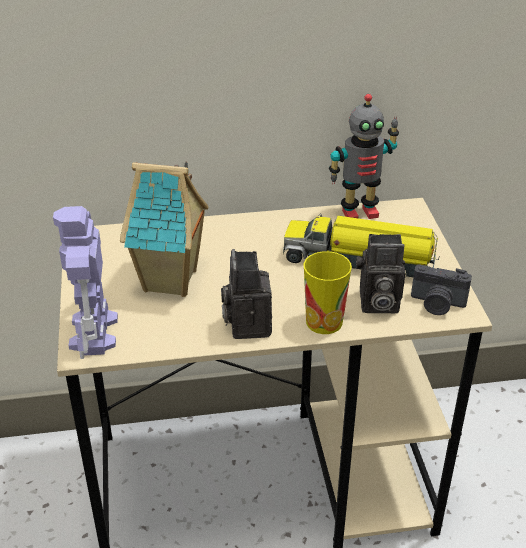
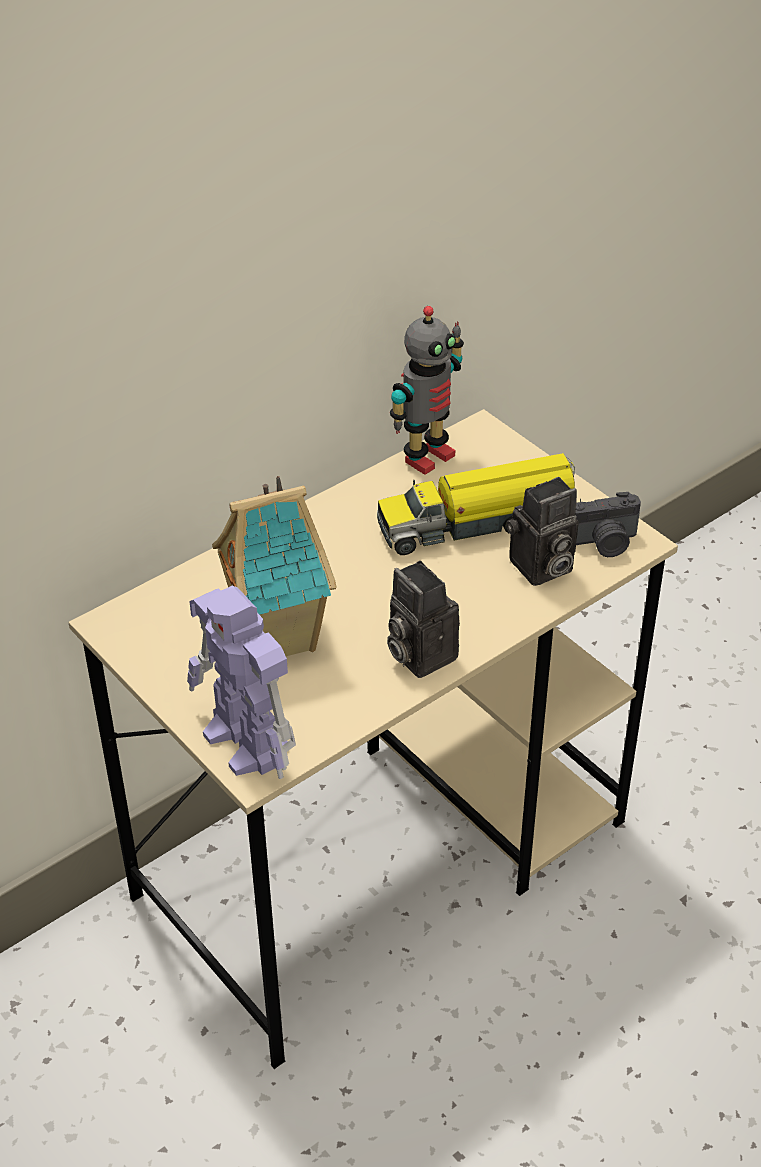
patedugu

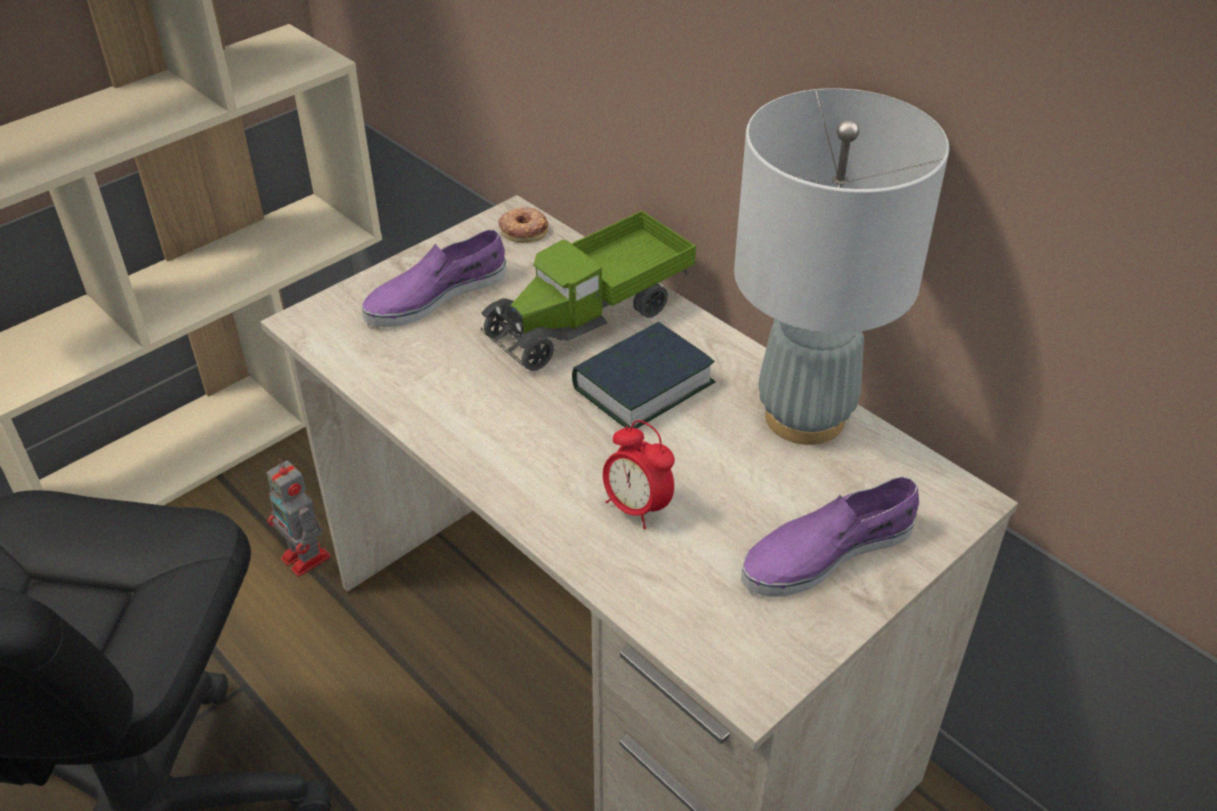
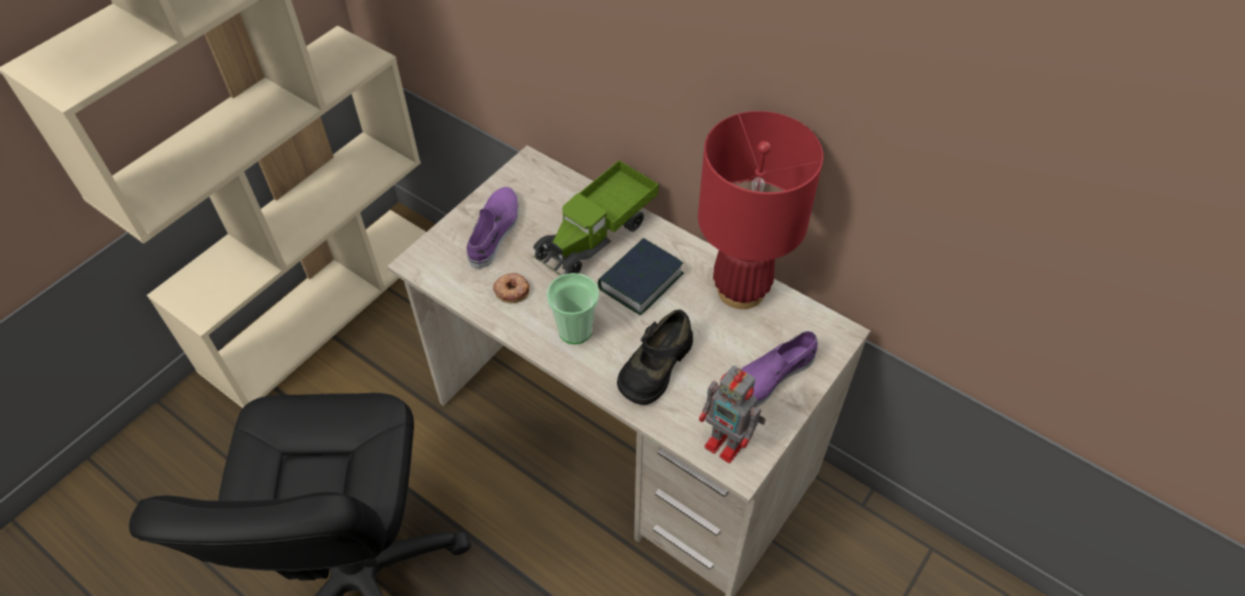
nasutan; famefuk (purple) (no. 1 from left); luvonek; famefuk (black); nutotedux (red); patedugu

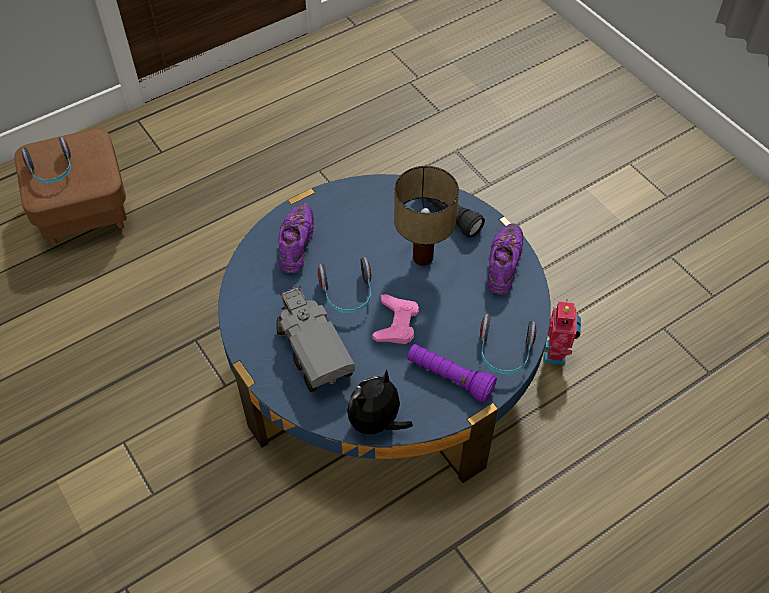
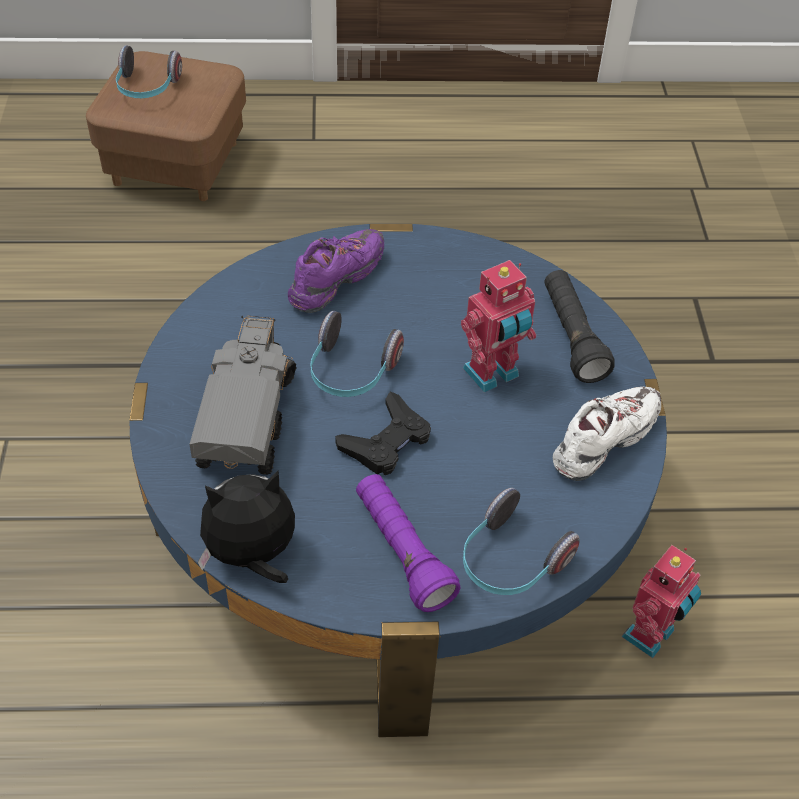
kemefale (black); nasutan (no. 1 from left); famefuk (white)

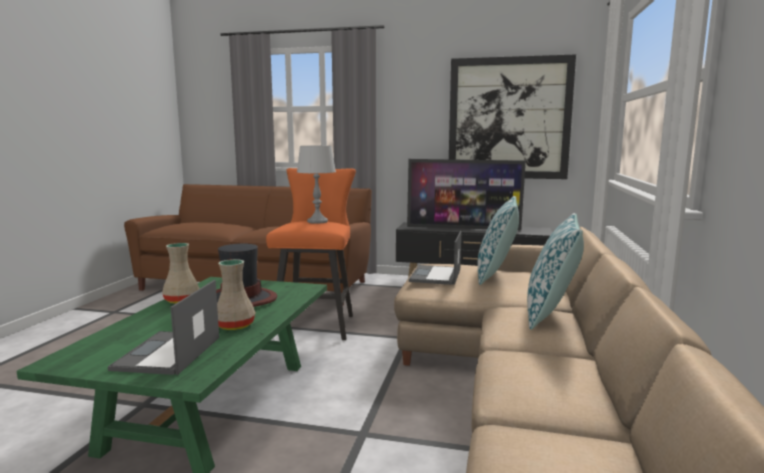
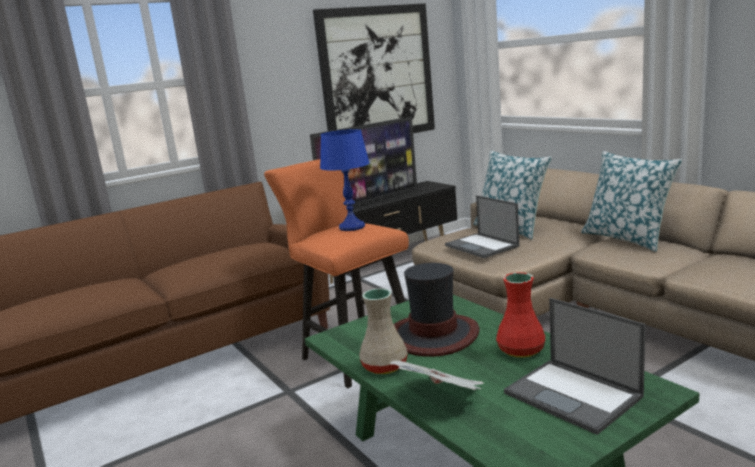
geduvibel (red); nutotedux (blue); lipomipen

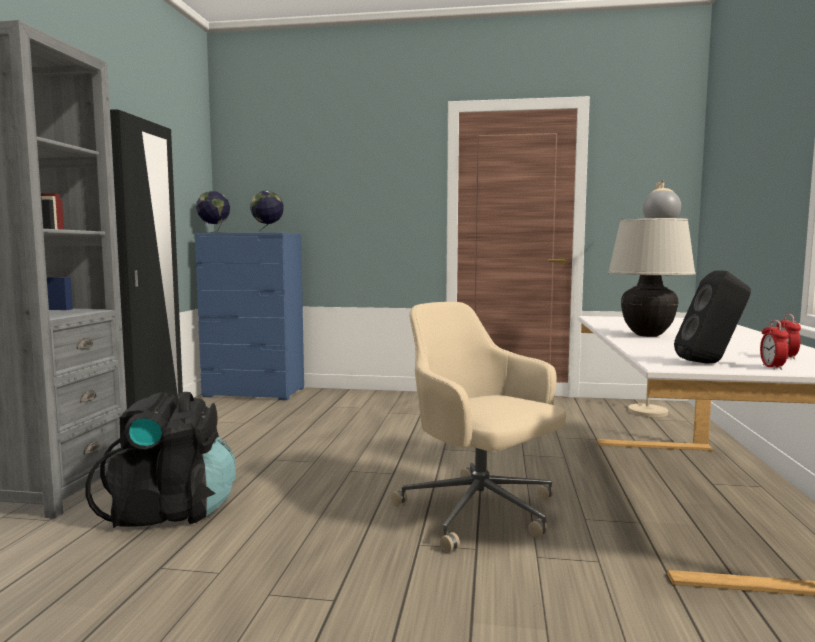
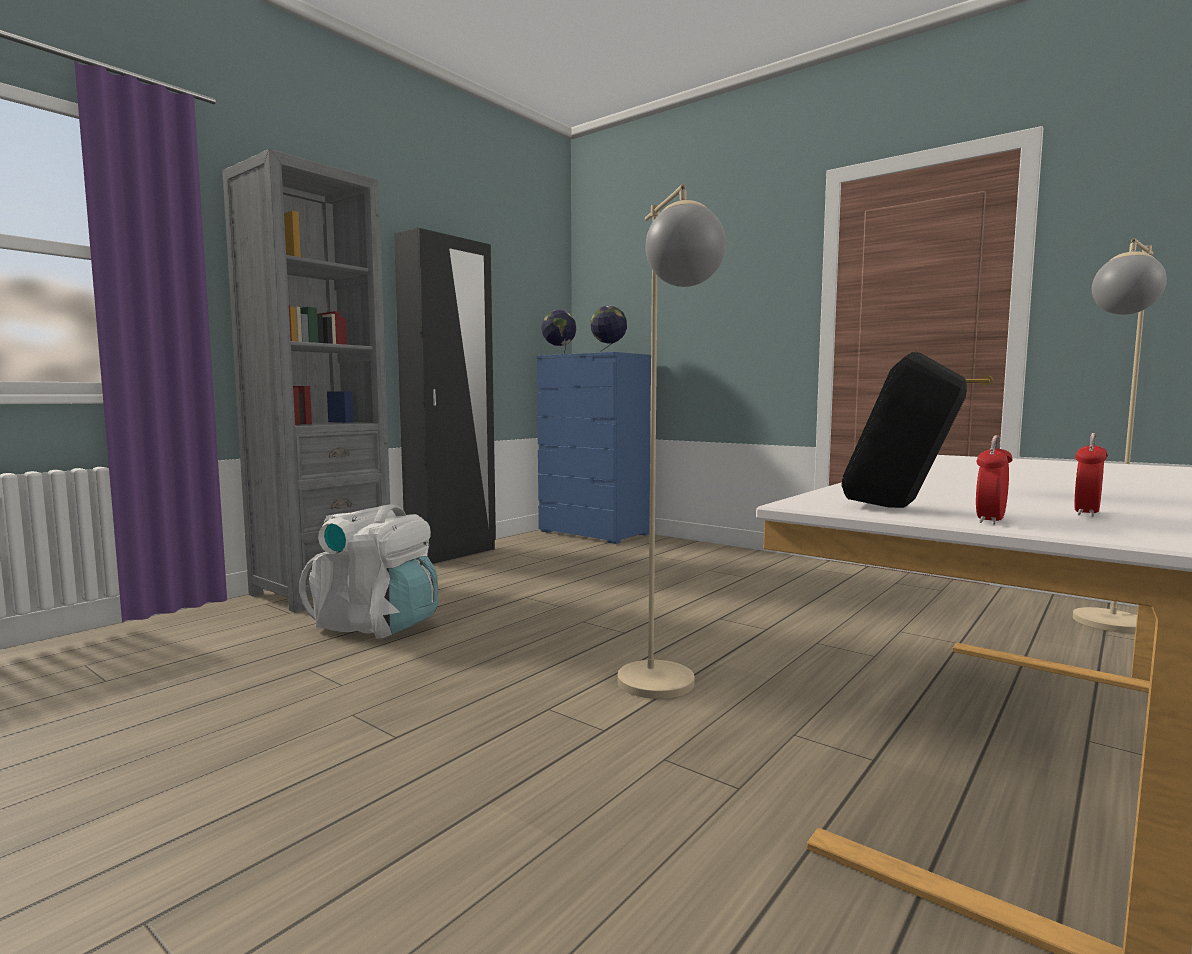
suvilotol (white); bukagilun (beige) (no. 1 from left); nutotedux (beige)

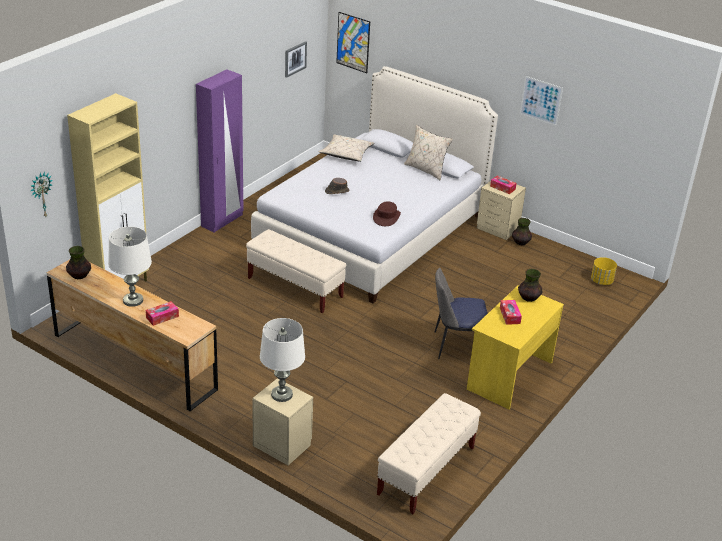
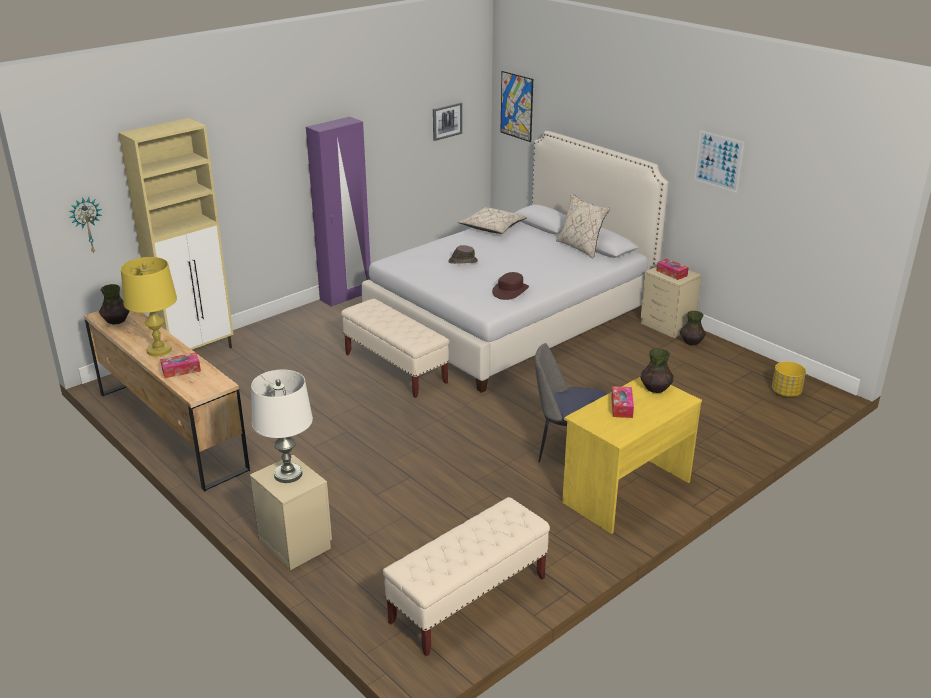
nutotedux (yellow)

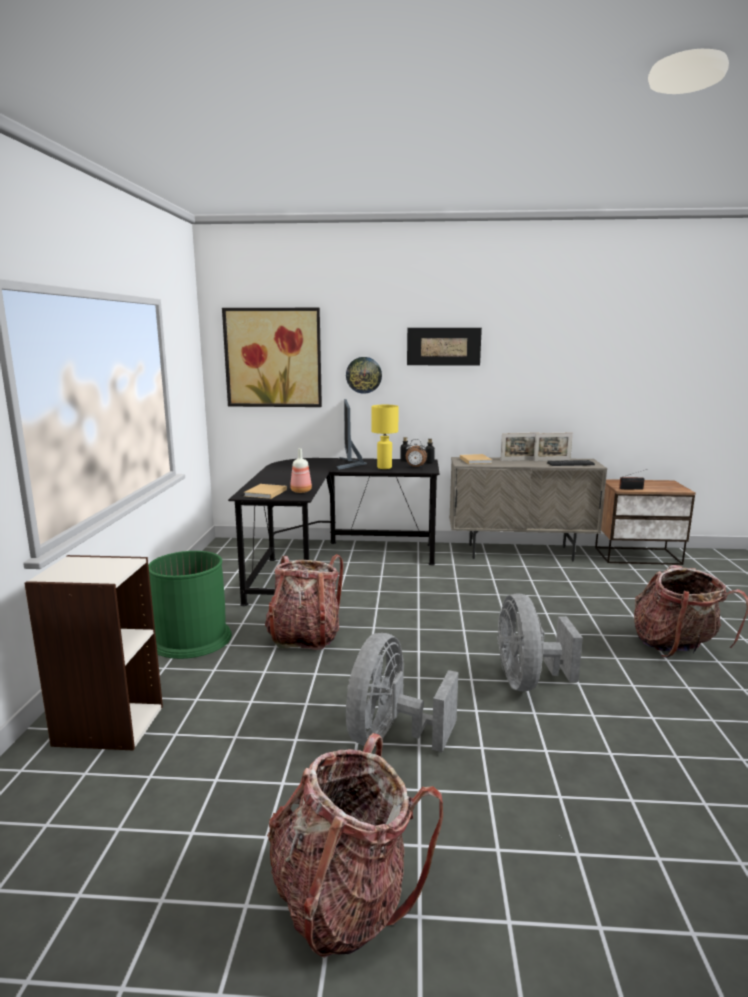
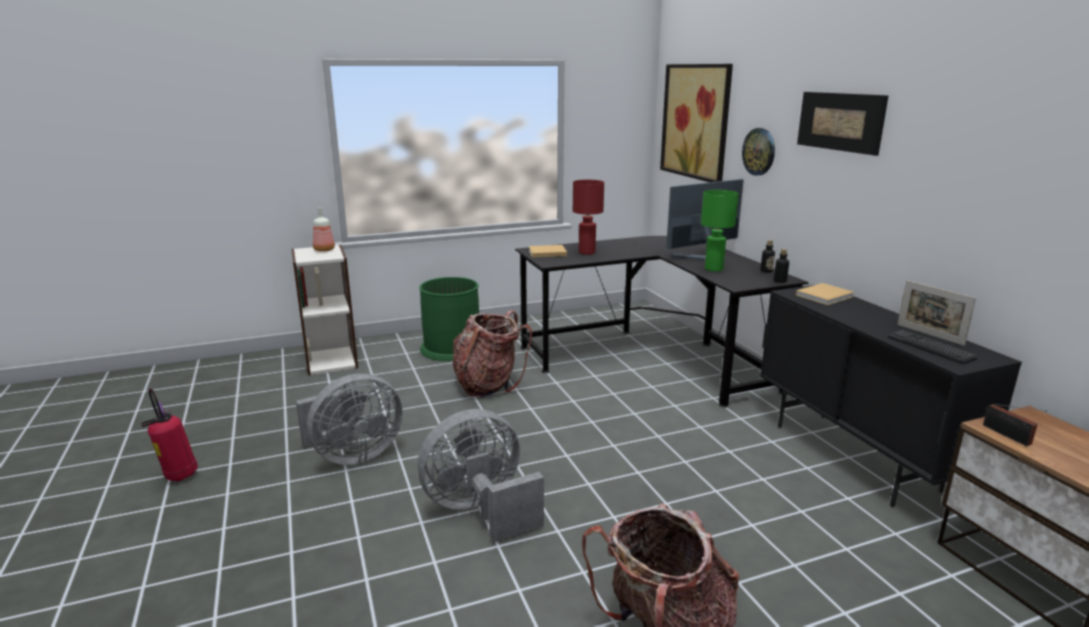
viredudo; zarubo (no. 1 from left); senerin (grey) (no. 1 from left); nutotedux (green); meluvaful; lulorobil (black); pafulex (no. 1 from left in the first image); nutotedux (red)

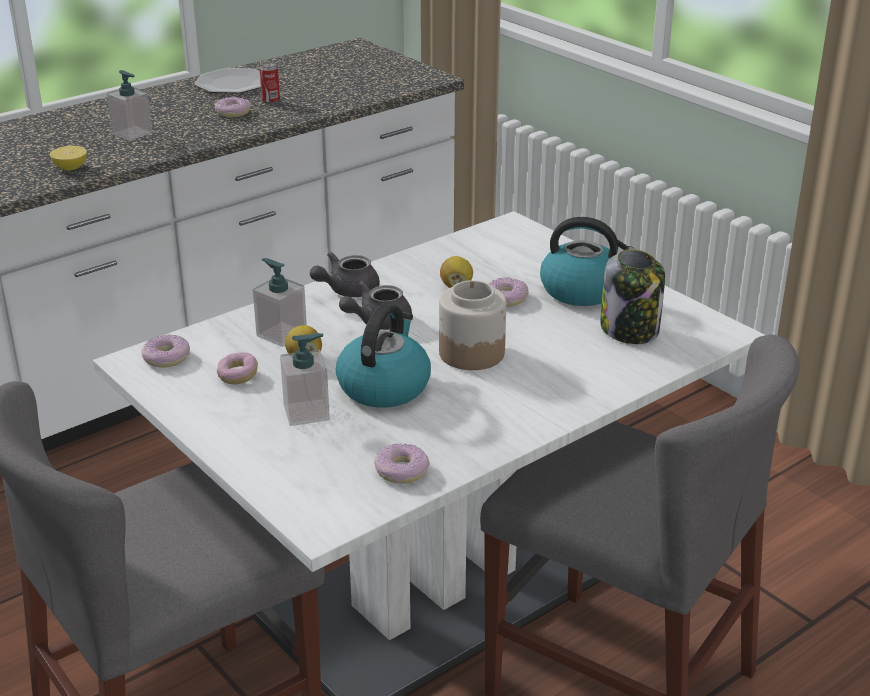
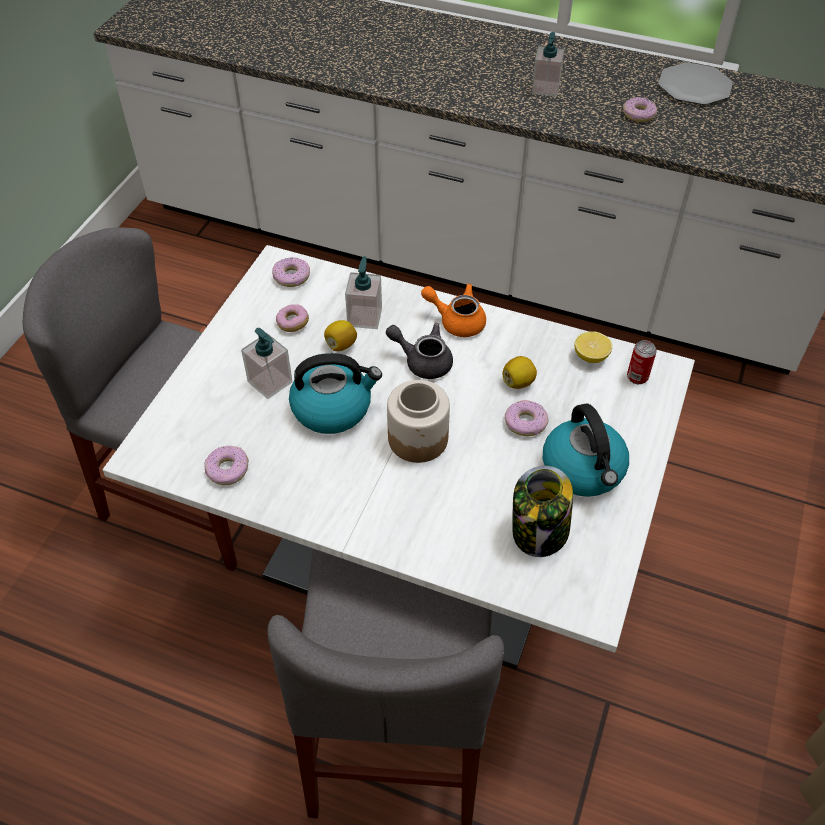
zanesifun (no. 3 from left); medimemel; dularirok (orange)

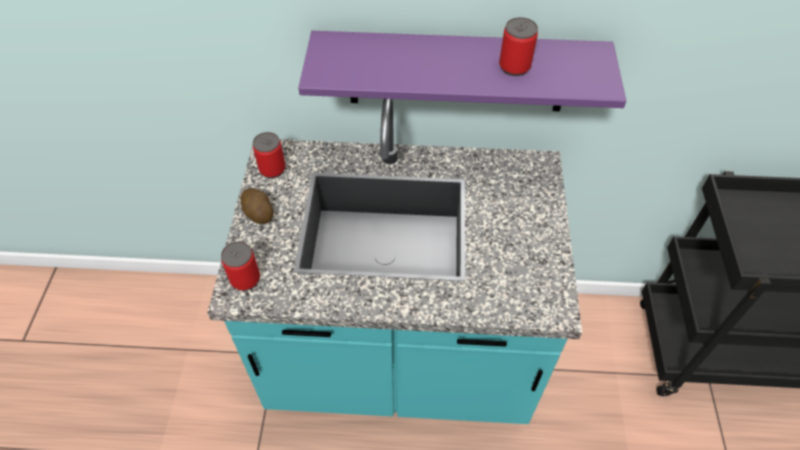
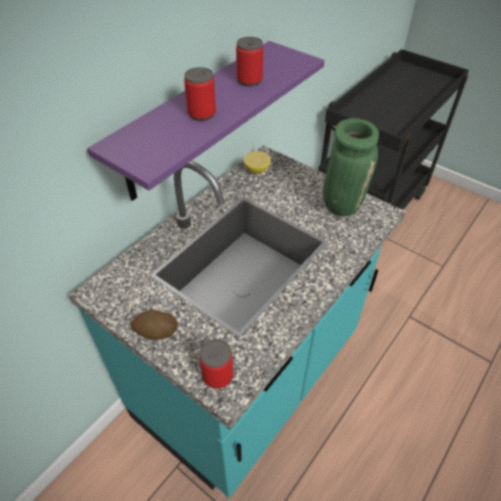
medimemel (no. 1 from left); zanesifun; geduvibel (green)

